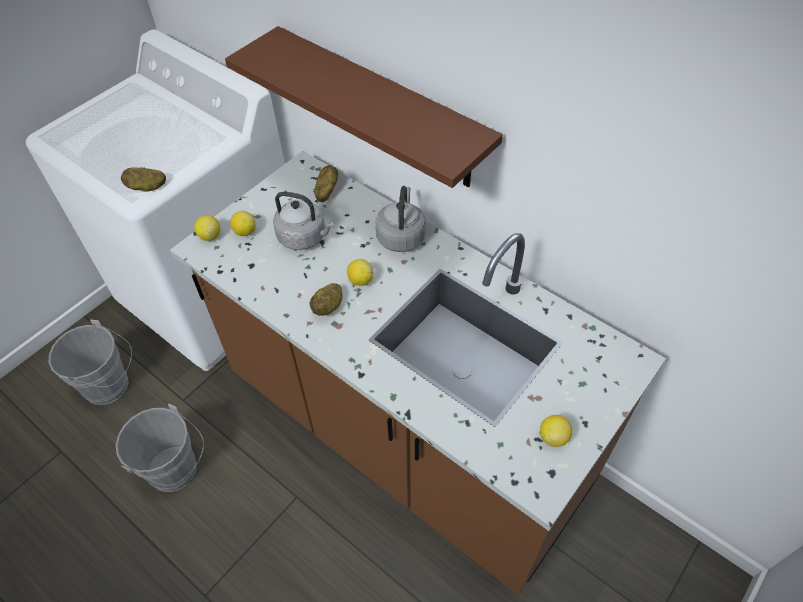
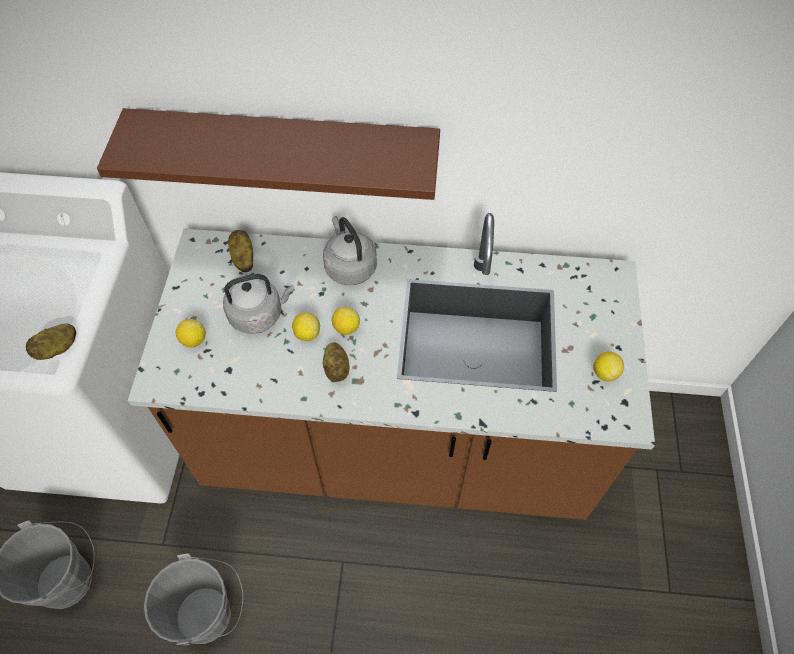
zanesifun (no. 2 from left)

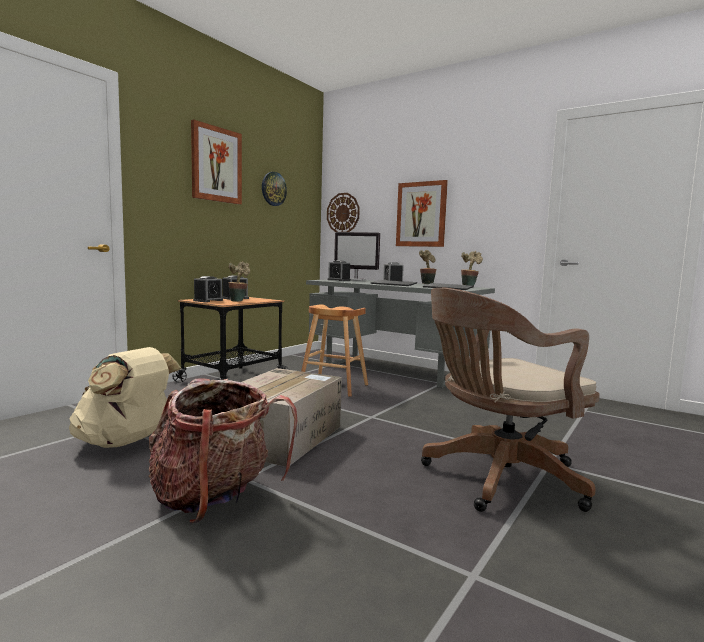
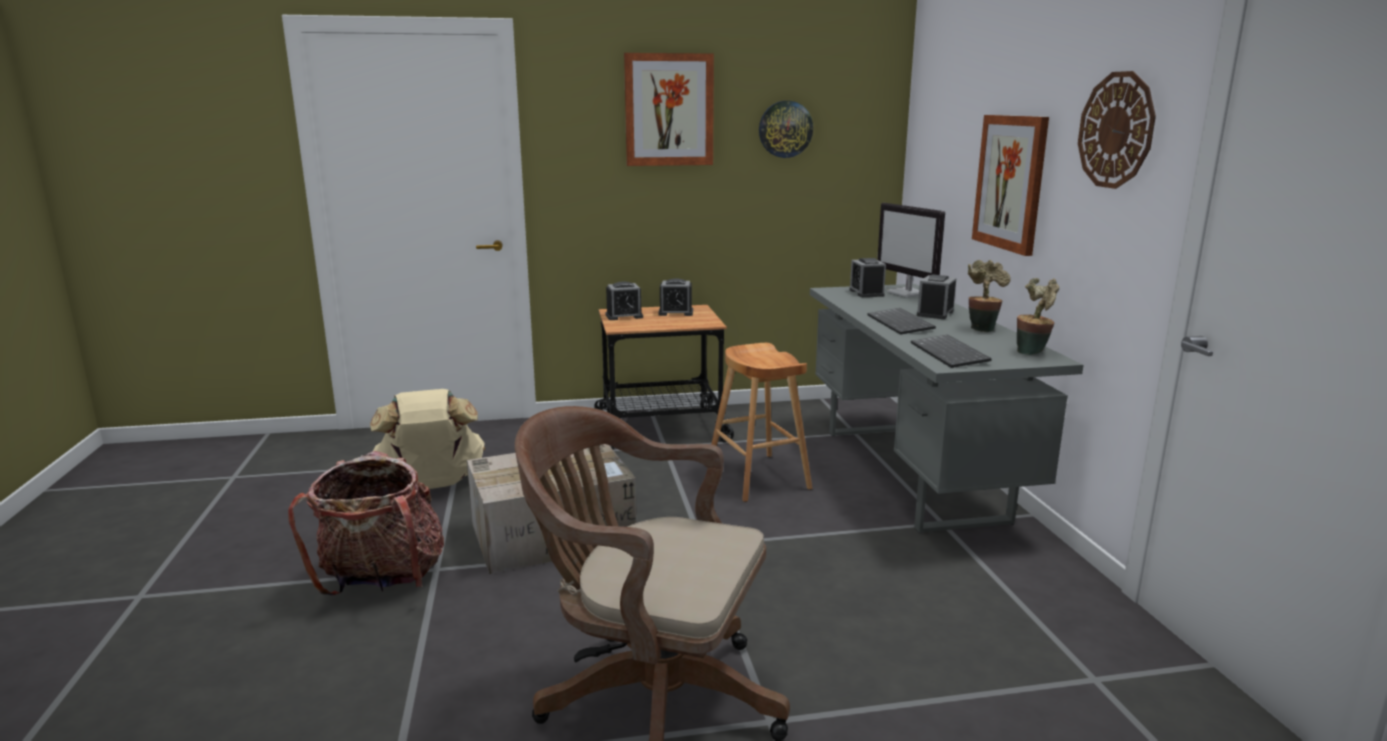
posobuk (no. 1 from left in the first image); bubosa (no. 2 from left)

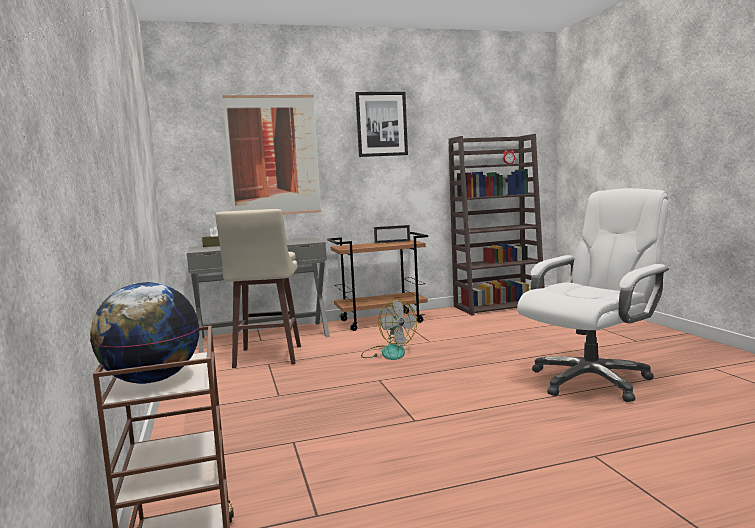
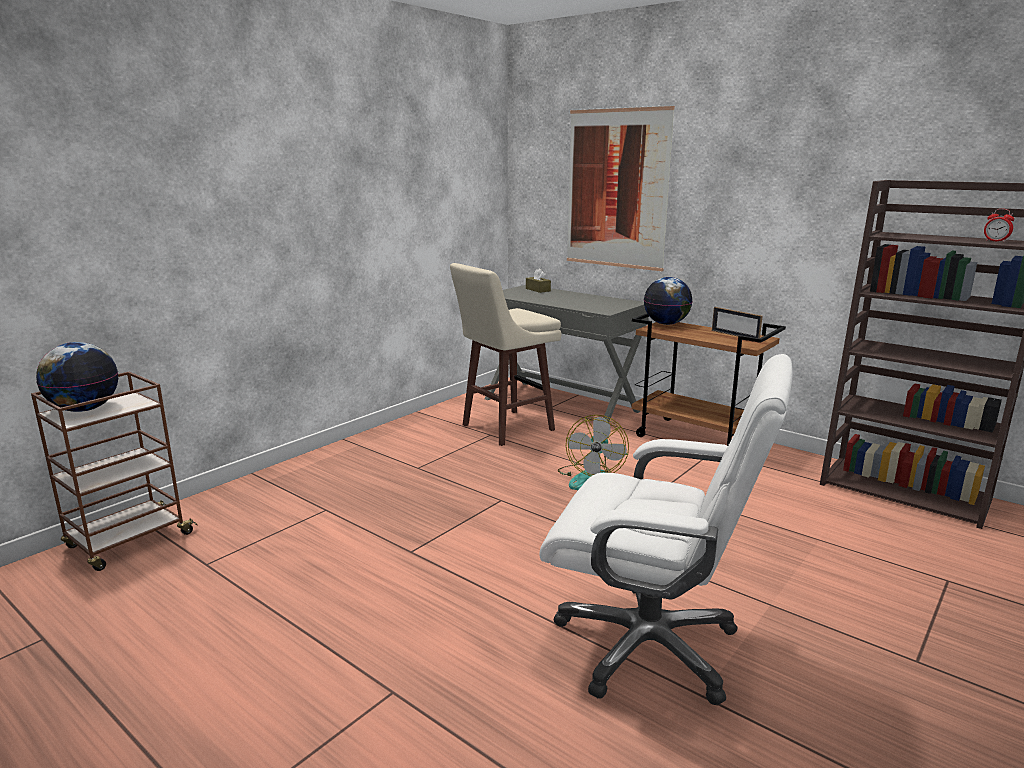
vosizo (no. 2 from left in the first image); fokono (no. 2 from left)

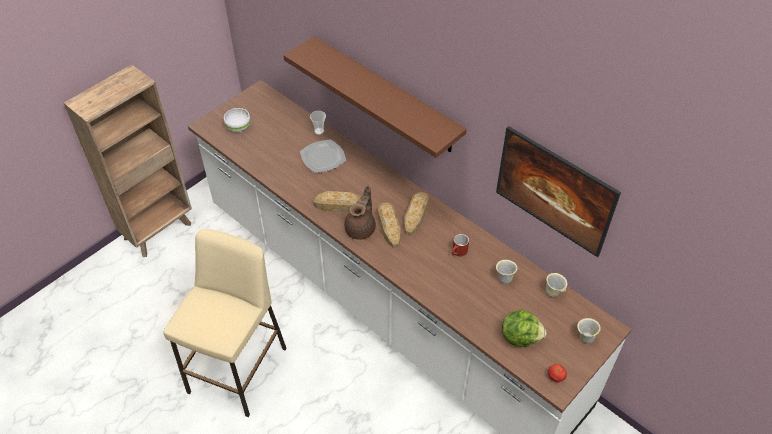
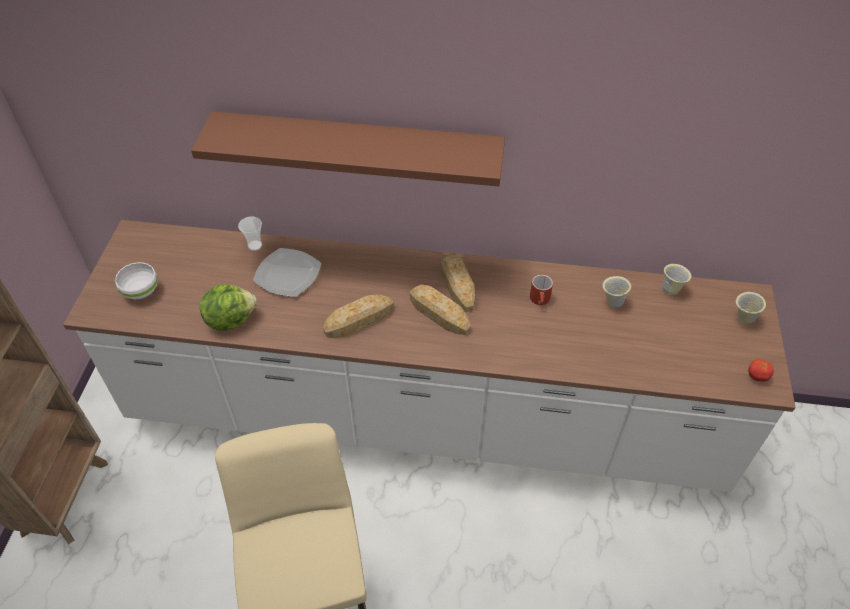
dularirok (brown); vosizo; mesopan

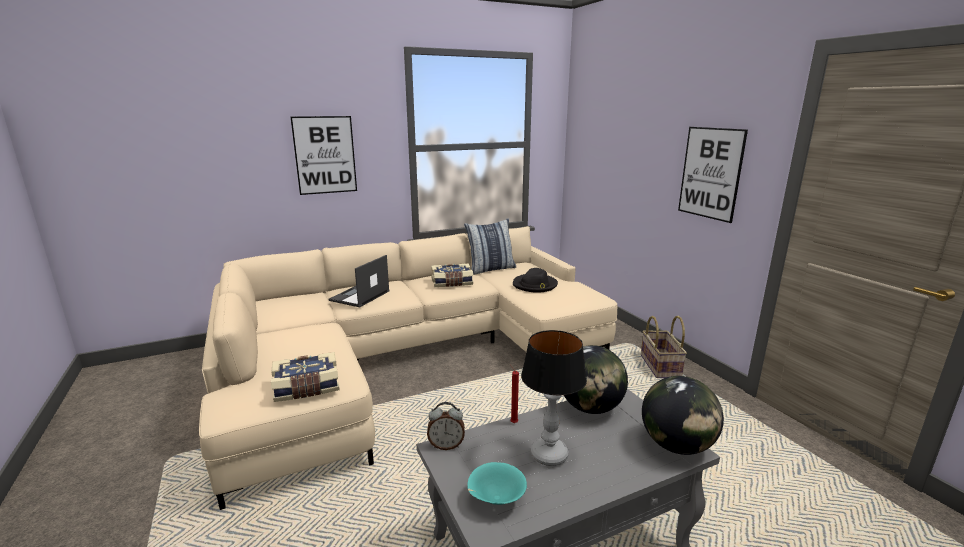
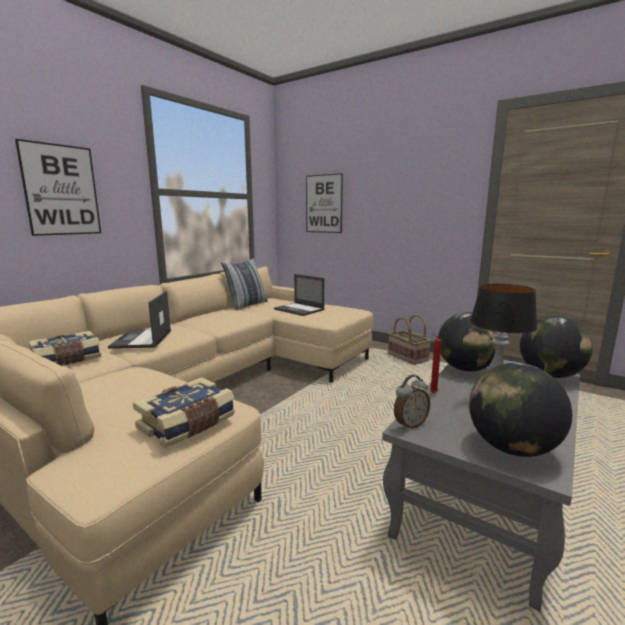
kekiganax (no. 1 from left); fokono (no. 2 from left); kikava (no. 2 from left); vosizo (no. 2 from left)

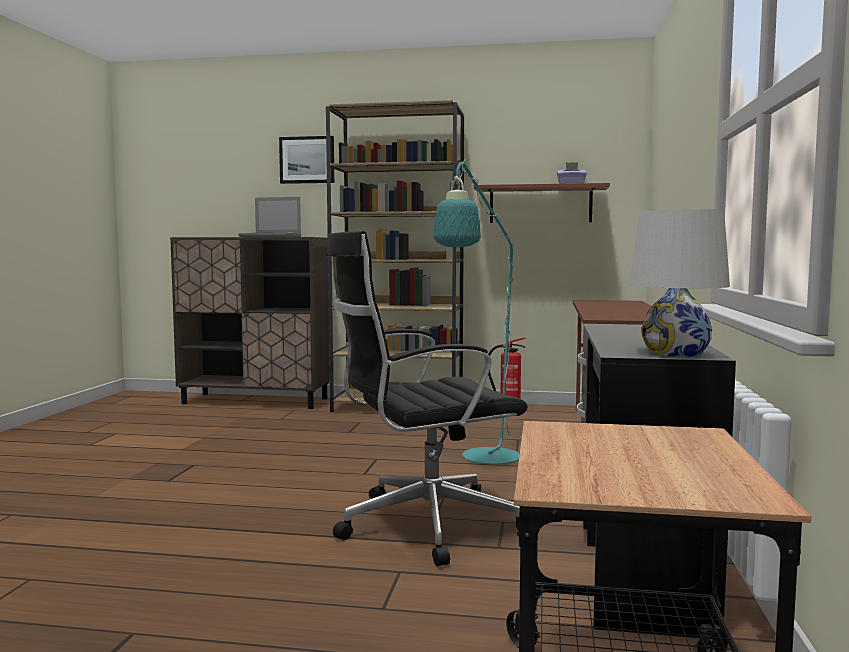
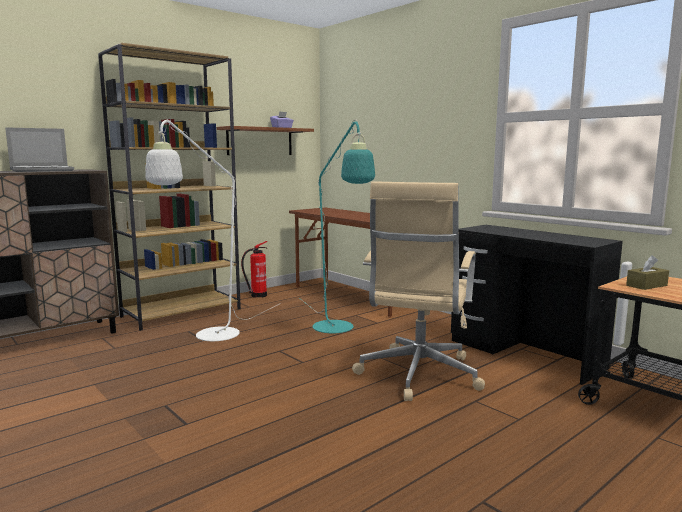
vosizo; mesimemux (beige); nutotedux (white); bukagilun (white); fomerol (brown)

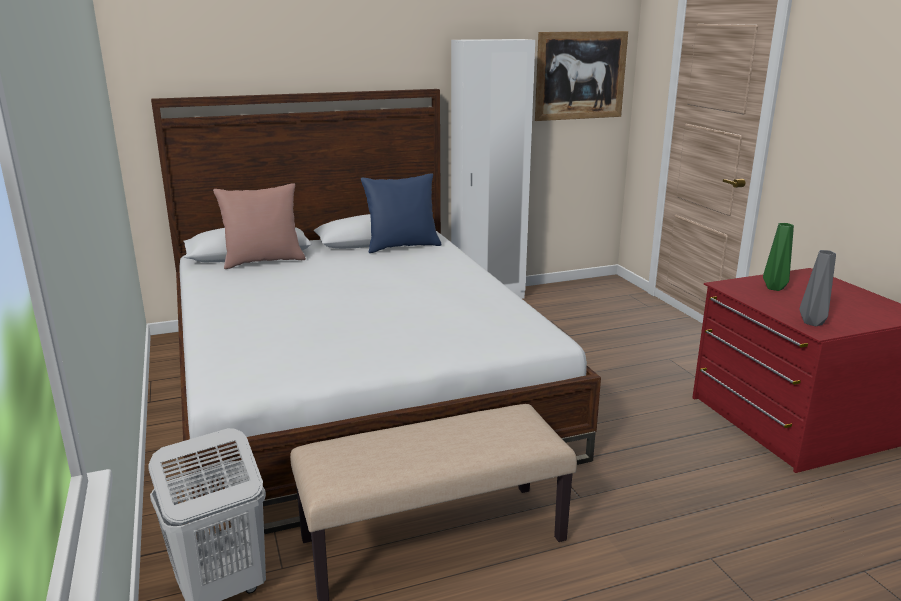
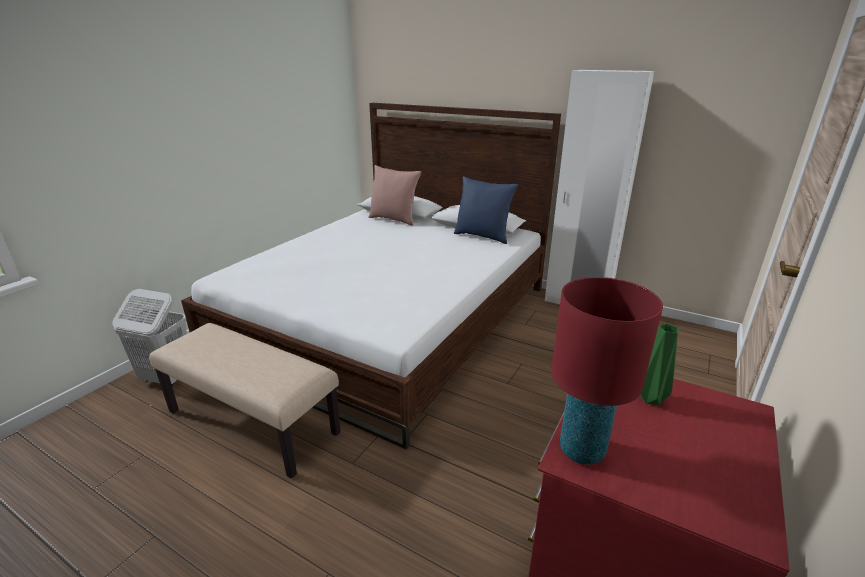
vosizo; nutotedux (red)

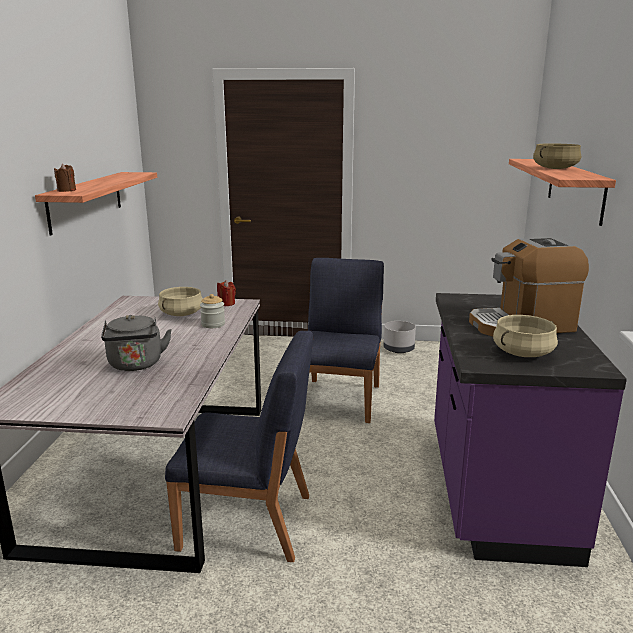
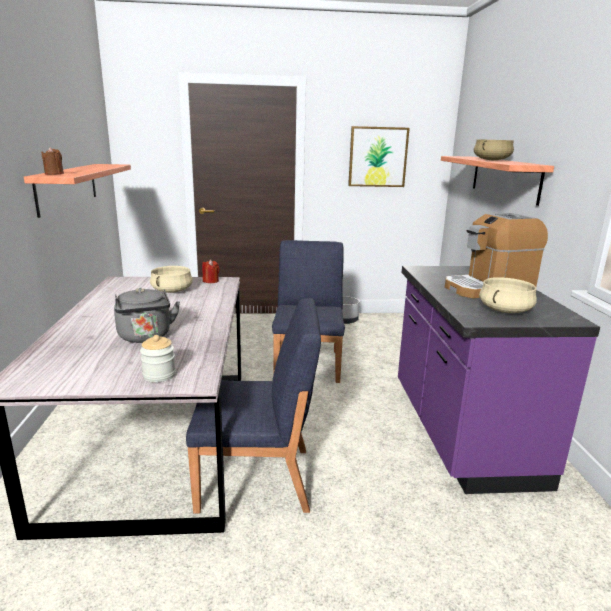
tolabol; vosizo

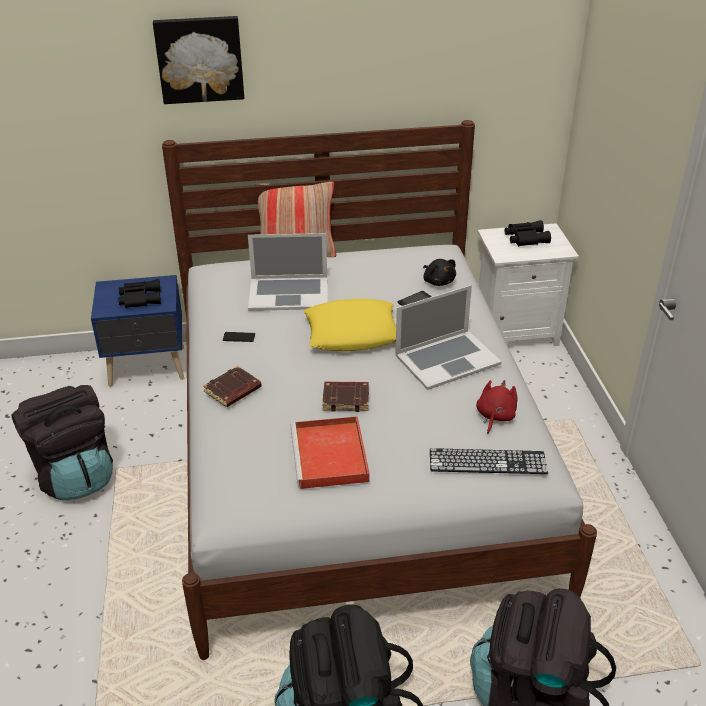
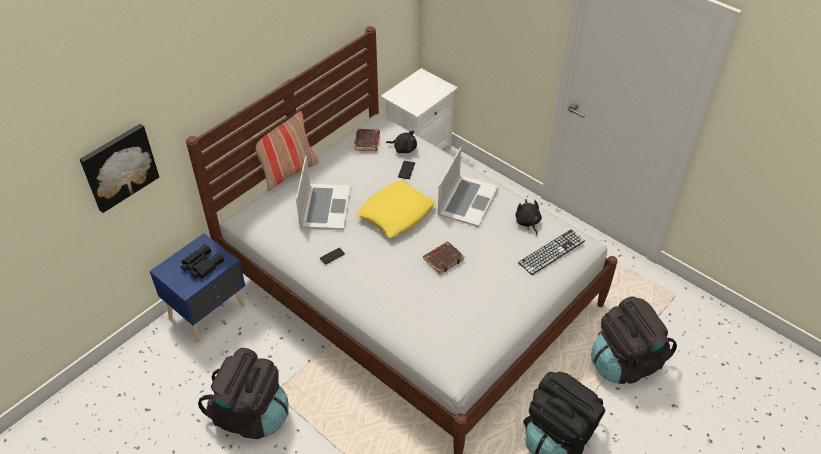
vosizo; kekiganax (brown) (no. 1 from left); kikava (no. 1 from left); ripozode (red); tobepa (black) (no. 2 from left); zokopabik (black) (no. 2 from left in the first image)

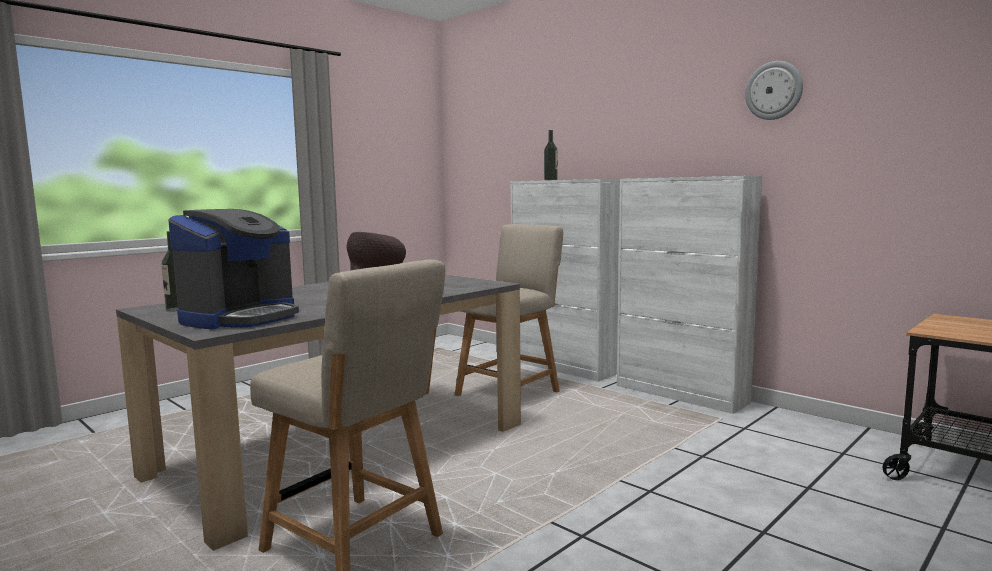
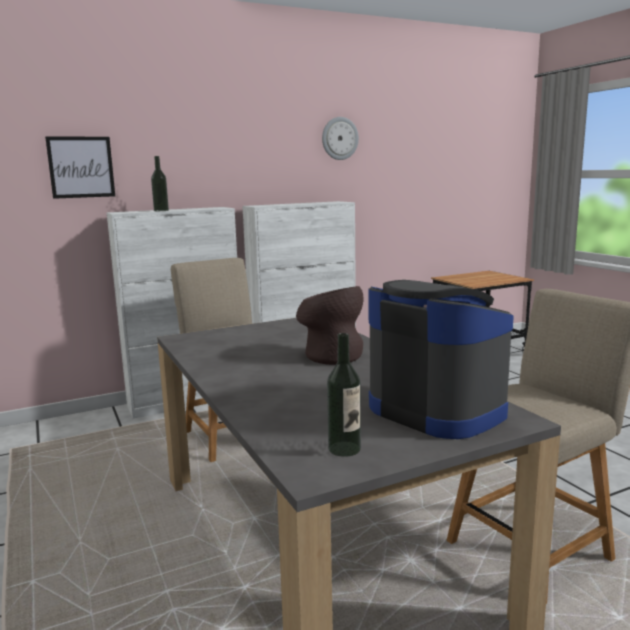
vosizo

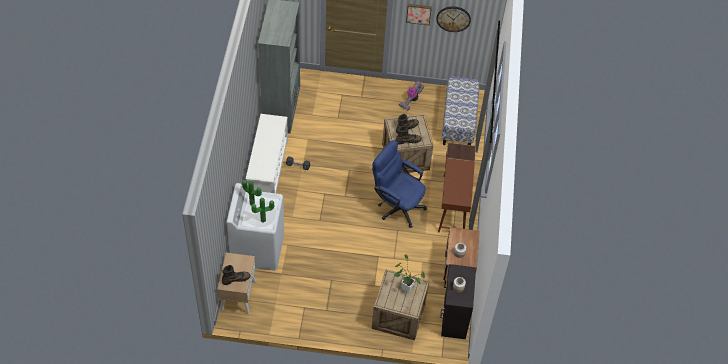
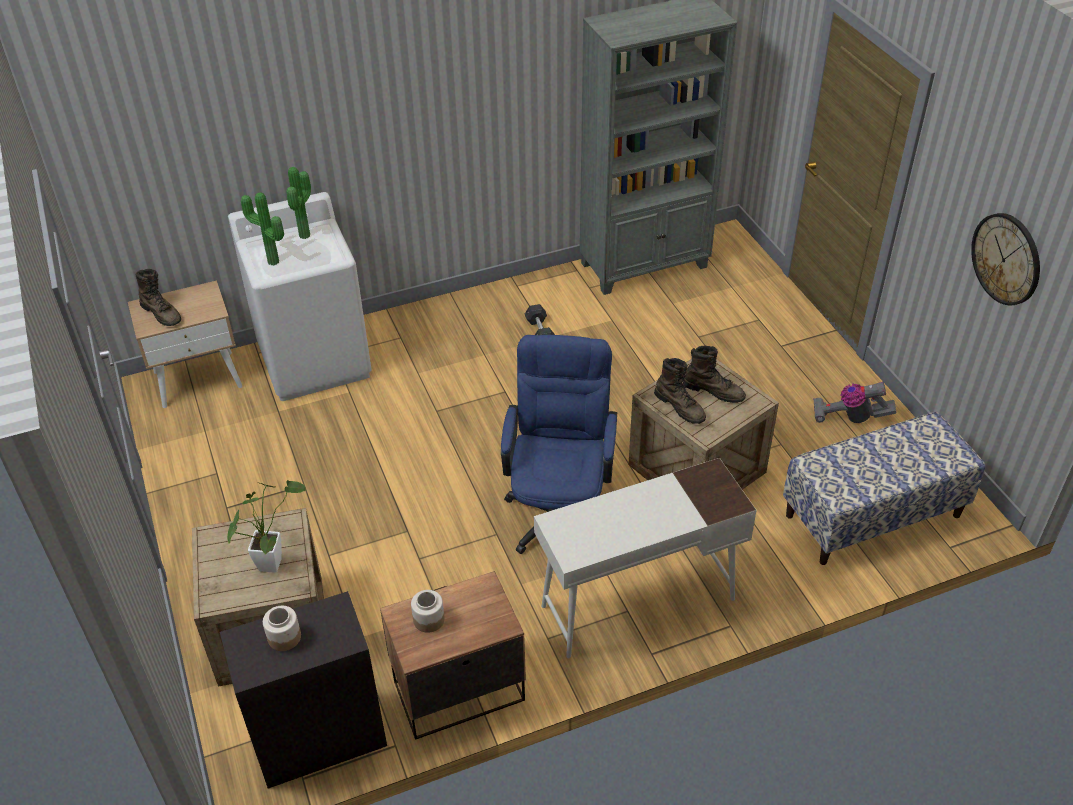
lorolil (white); vosizo; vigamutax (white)

